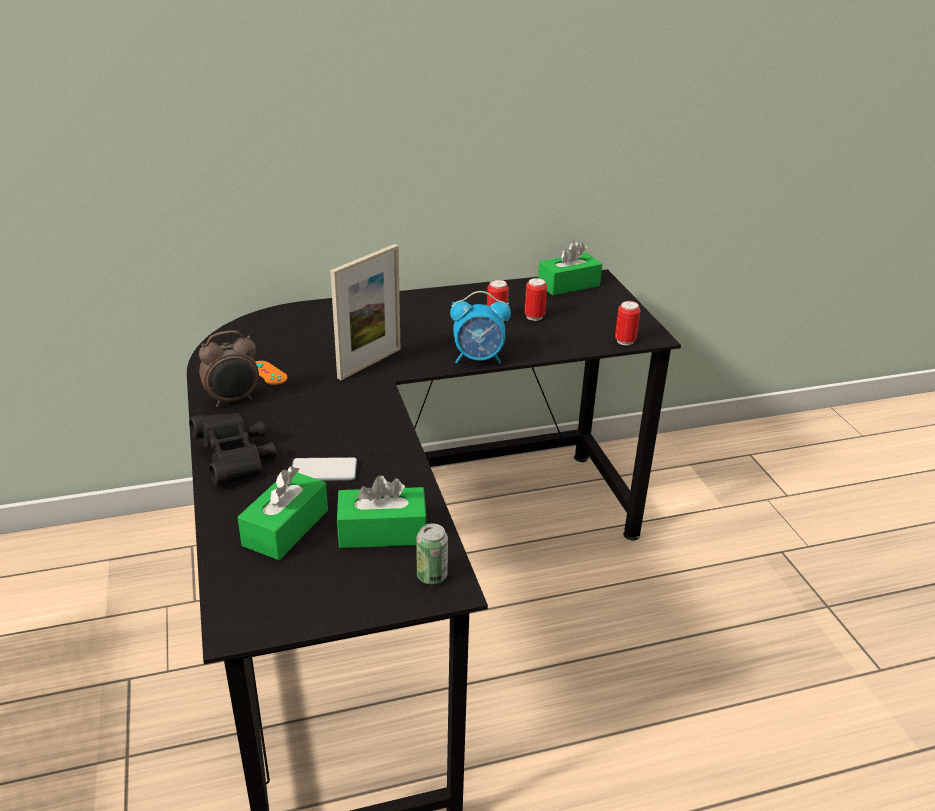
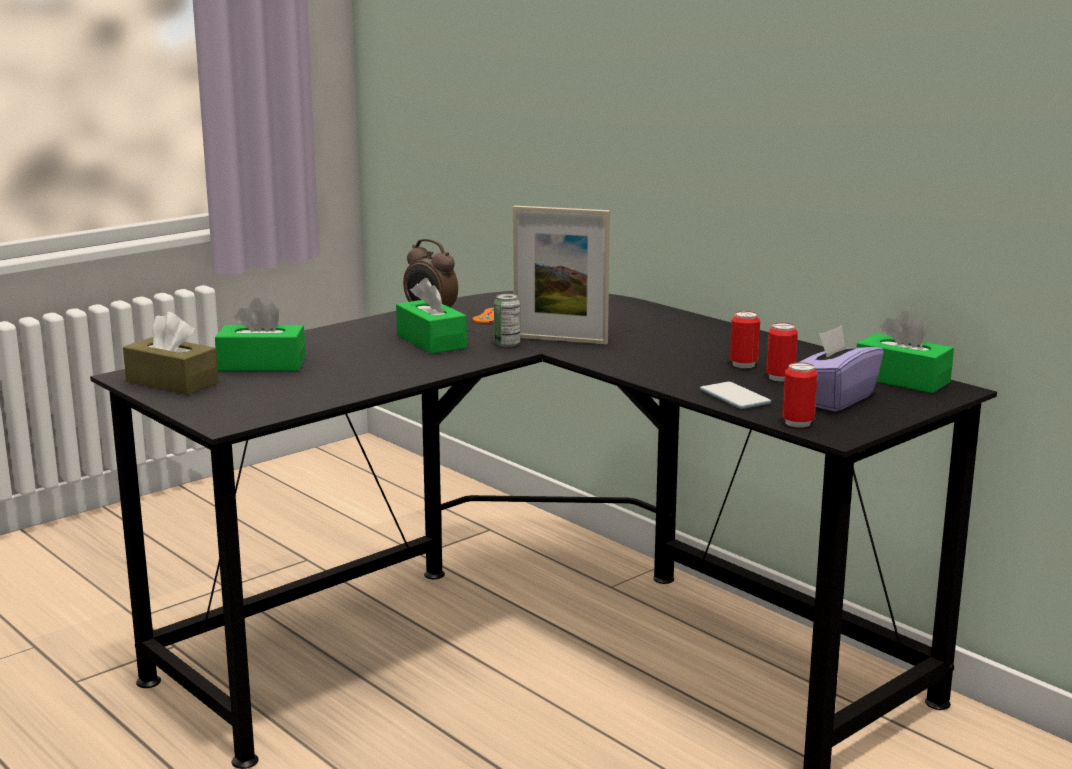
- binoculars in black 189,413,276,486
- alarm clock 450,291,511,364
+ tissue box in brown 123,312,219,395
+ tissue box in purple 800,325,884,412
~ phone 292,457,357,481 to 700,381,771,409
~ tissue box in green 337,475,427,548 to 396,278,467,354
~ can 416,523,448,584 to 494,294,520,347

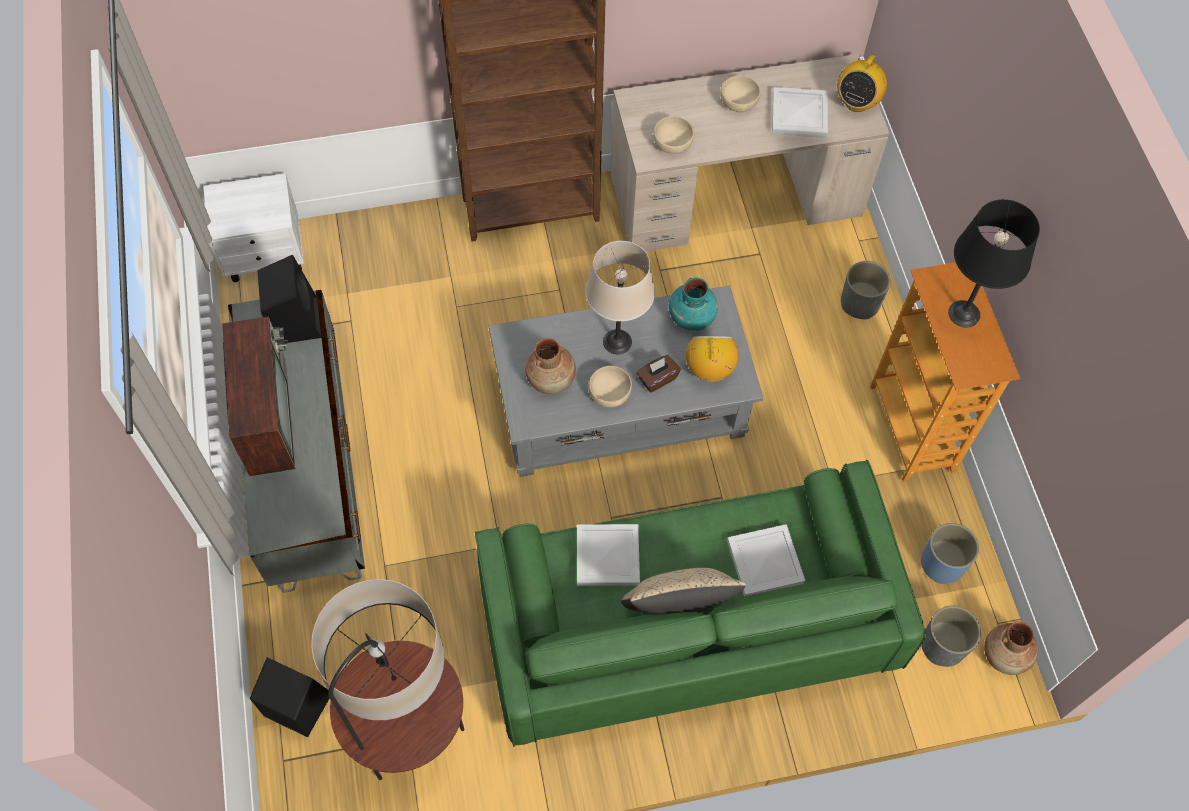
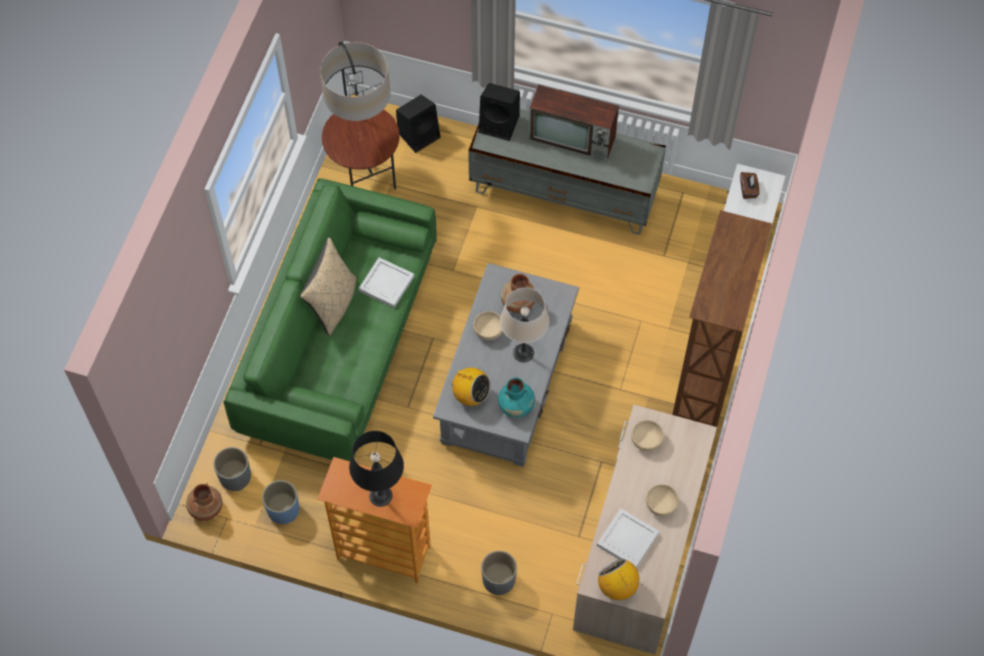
- tray in white 727,524,805,596
~ speaker in black 257,255,321,343 to 479,83,520,141
~ tissue box in brown 637,355,681,393 to 740,172,759,199

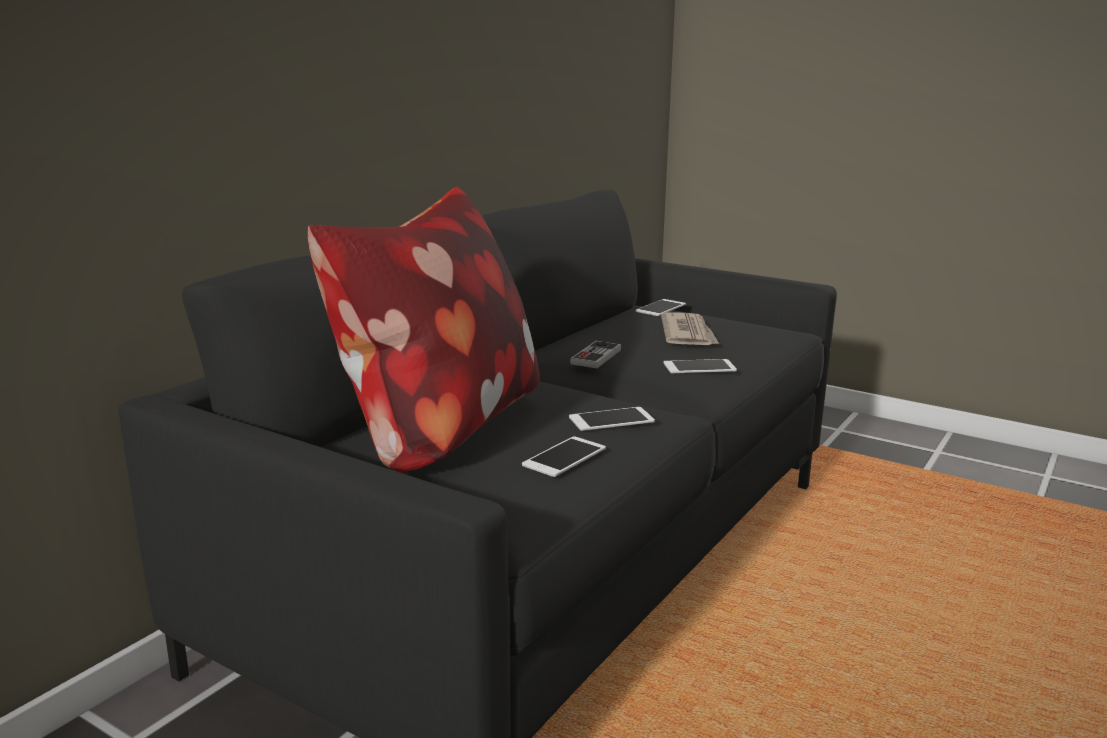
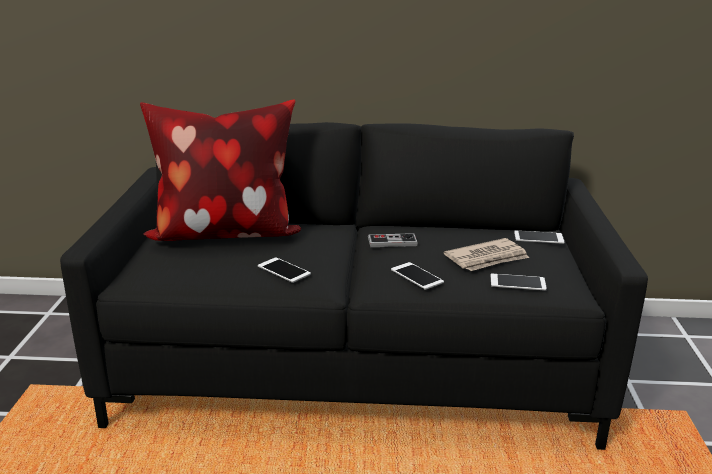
~ phone 522,436,606,477 to 491,274,547,291

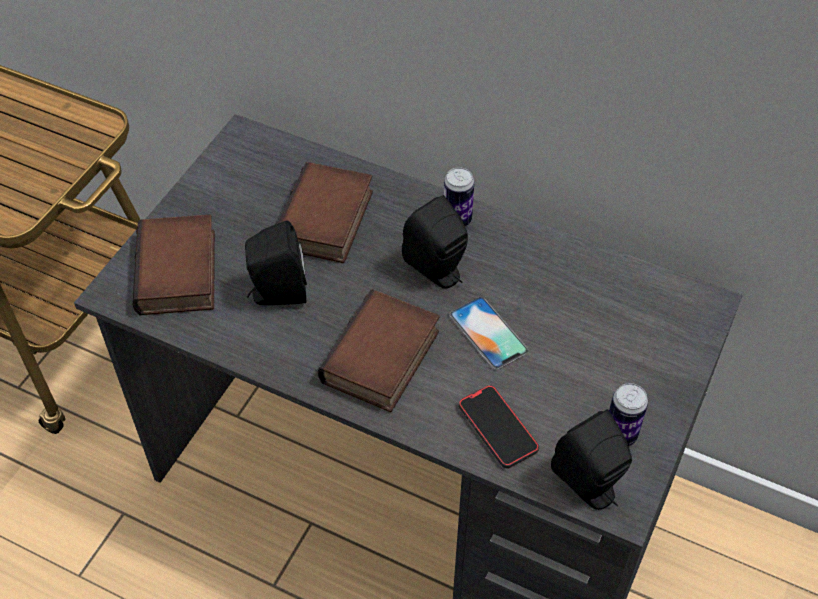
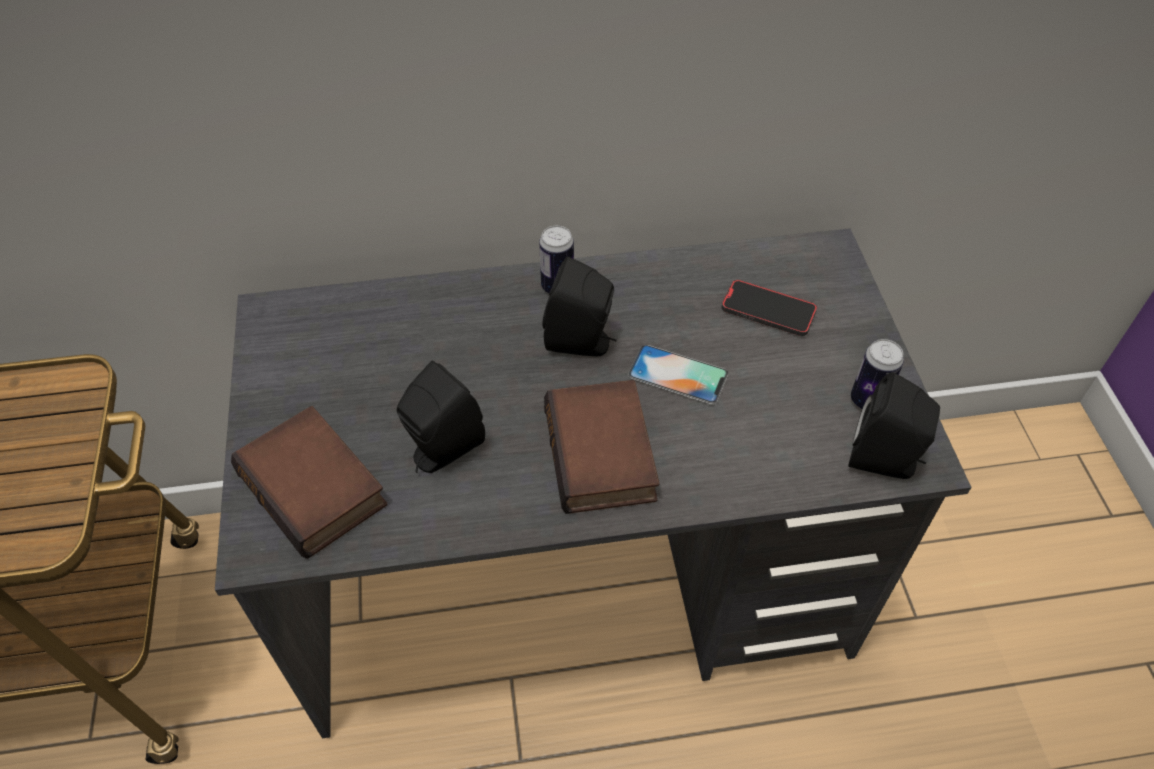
- book 278,162,373,263
~ phone 459,385,539,468 to 722,280,817,336

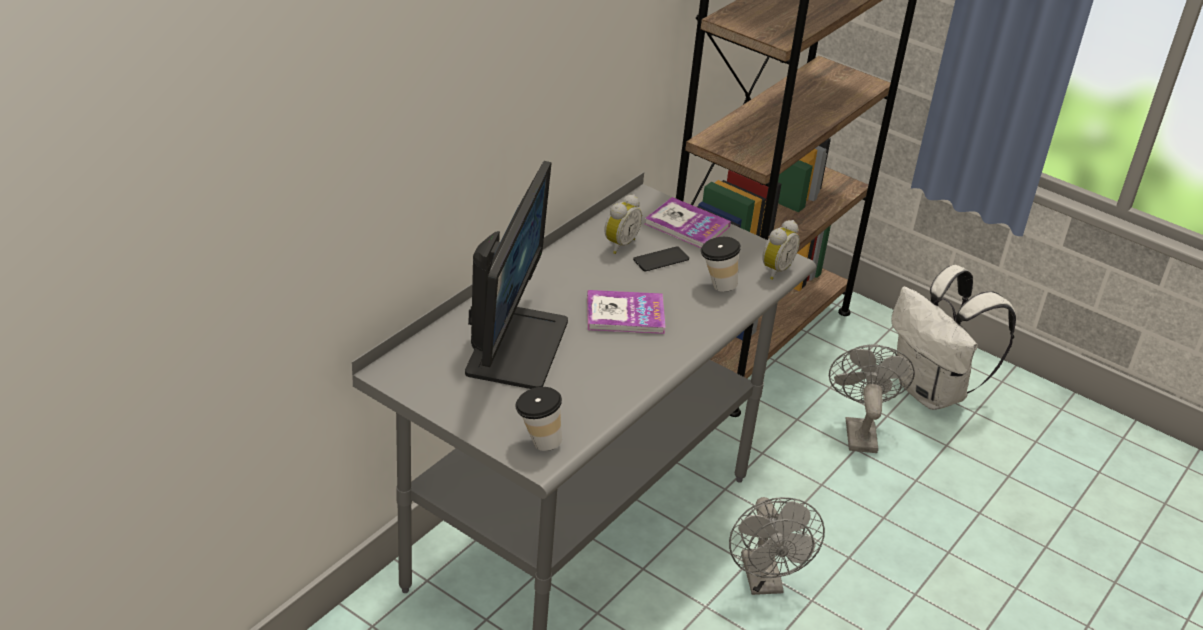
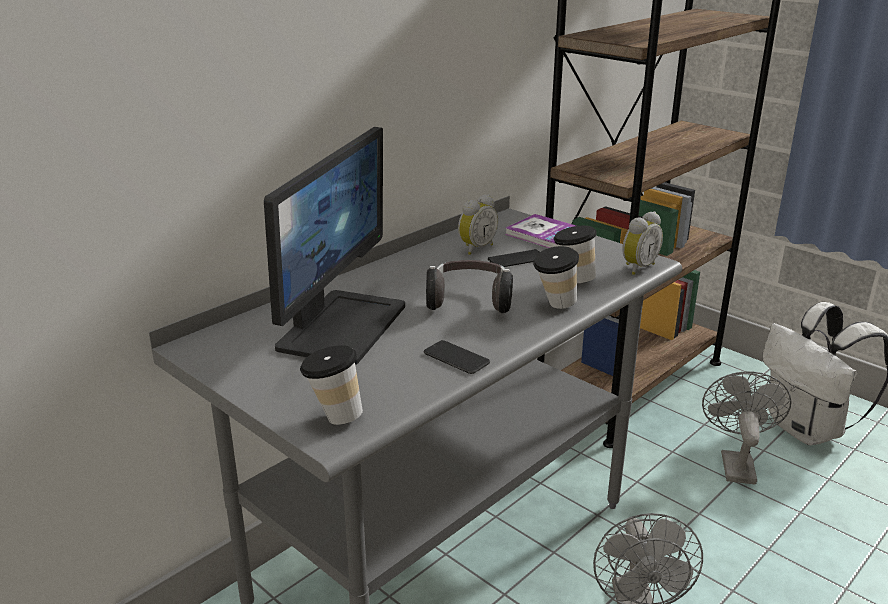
+ phone 424,340,490,374
+ cup 533,246,579,309
~ book 587,290,666,334 to headphones 426,260,513,313

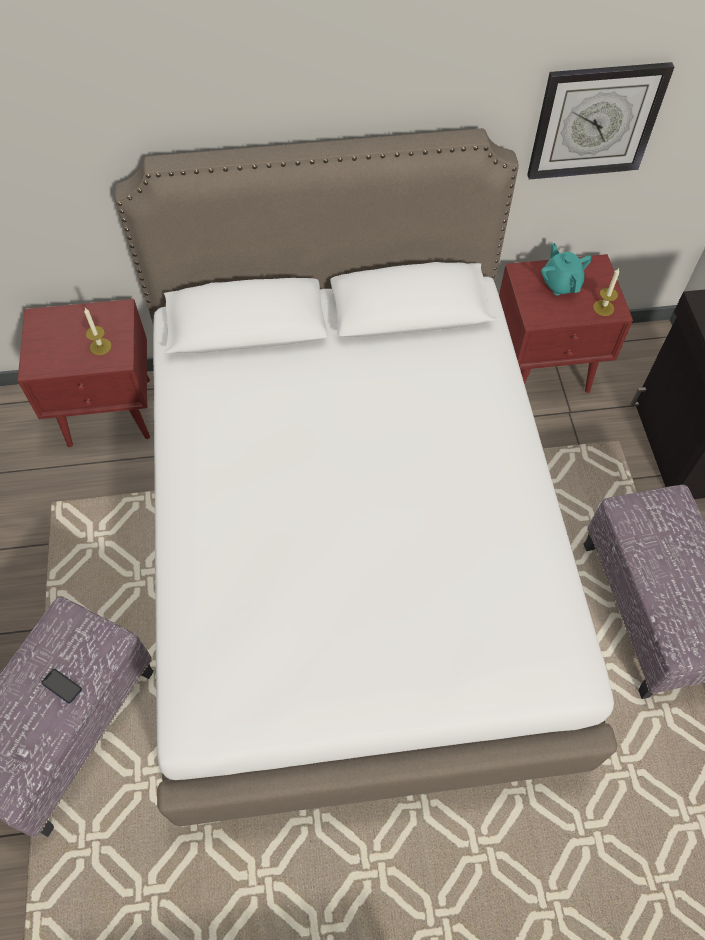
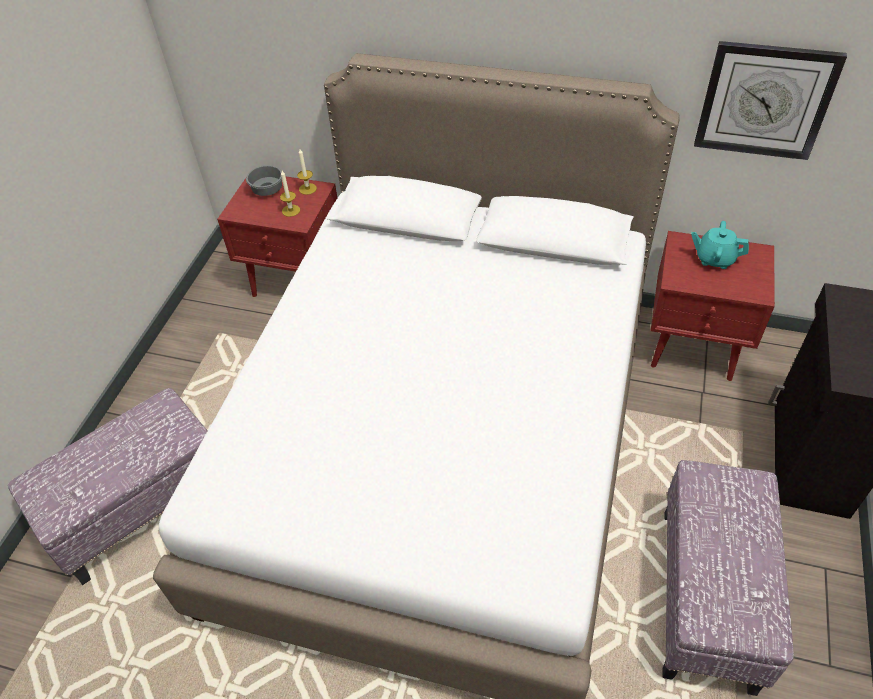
- phone 41,669,82,704
+ bowl in grey 246,165,282,196
~ candle 593,268,620,316 to 297,149,317,195
~ teapot in turquoise 541,243,592,296 = 691,221,749,269 75 degrees counterclockwise

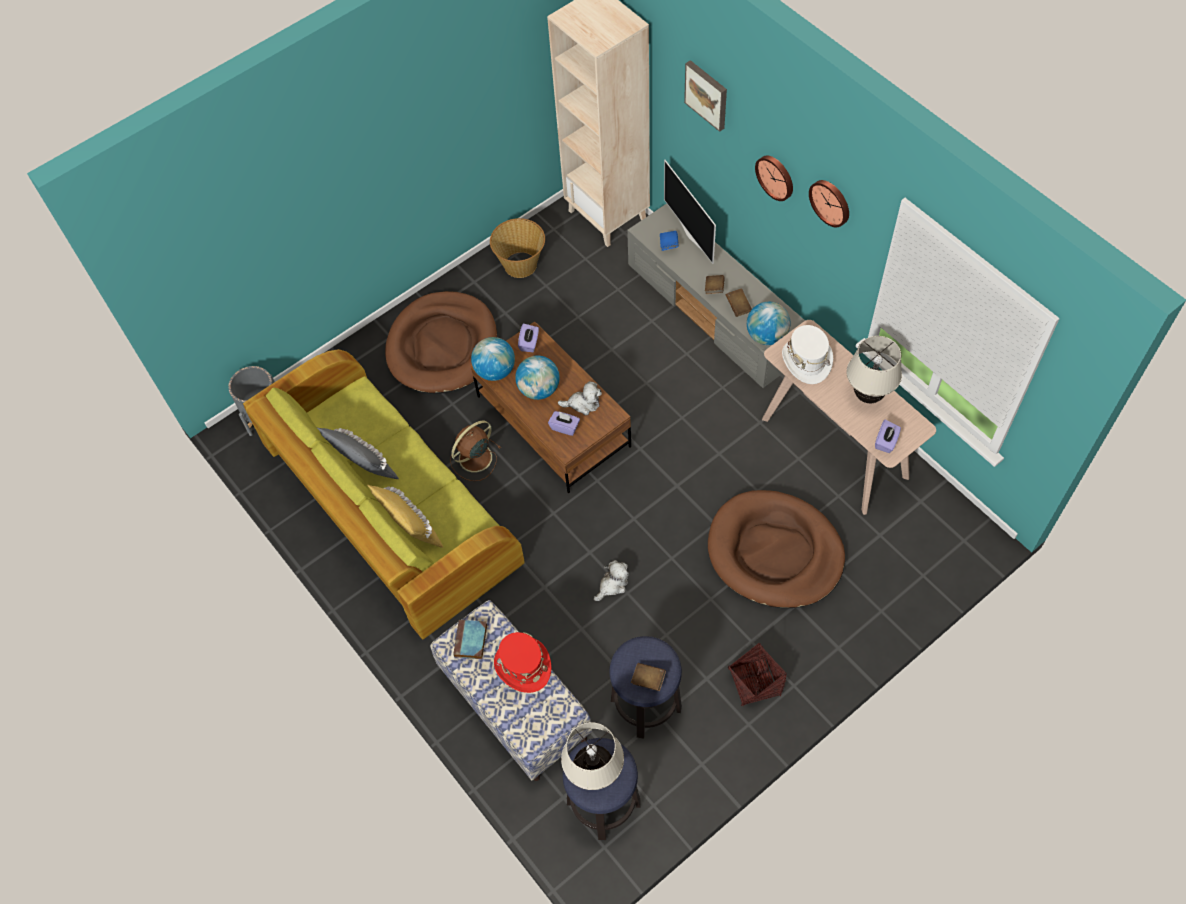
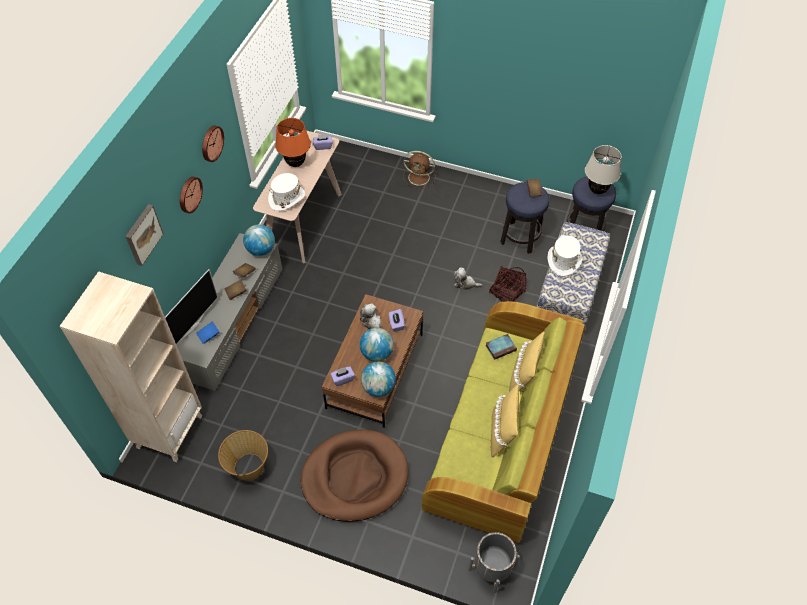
- dog bed in brown 708,490,845,608
~ fan in brown 450,420,500,481 to 403,151,435,189
~ book 453,620,487,659 to 486,334,517,360
~ basket 728,642,787,707 to 489,266,526,302
~ pillow in grey 317,428,399,479 to pillow in yellow 491,384,519,458
~ hat in red 494,632,551,693 to hat in white 548,236,583,276
~ table lamp in beige 847,336,902,403 to table lamp in orange 275,118,311,167

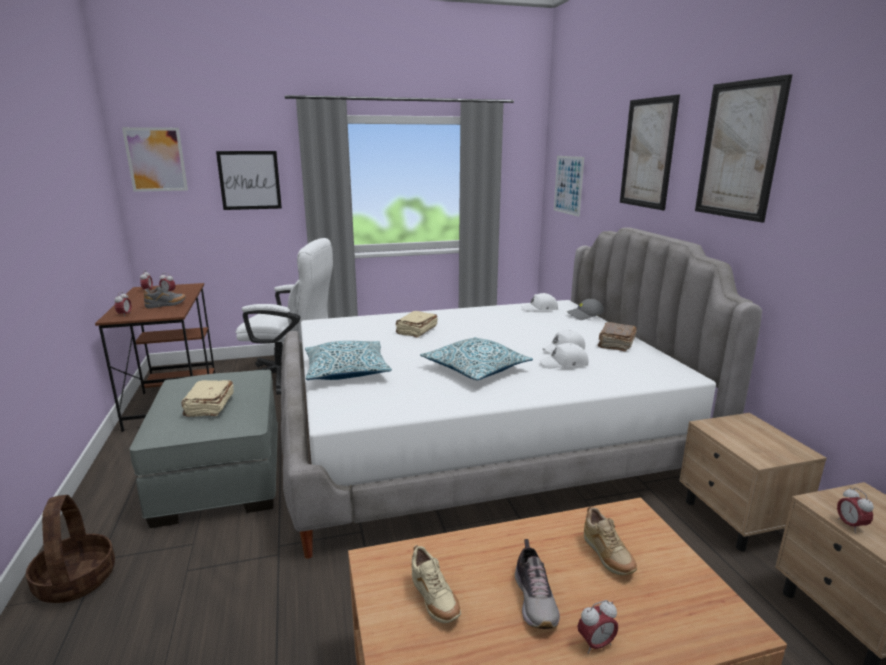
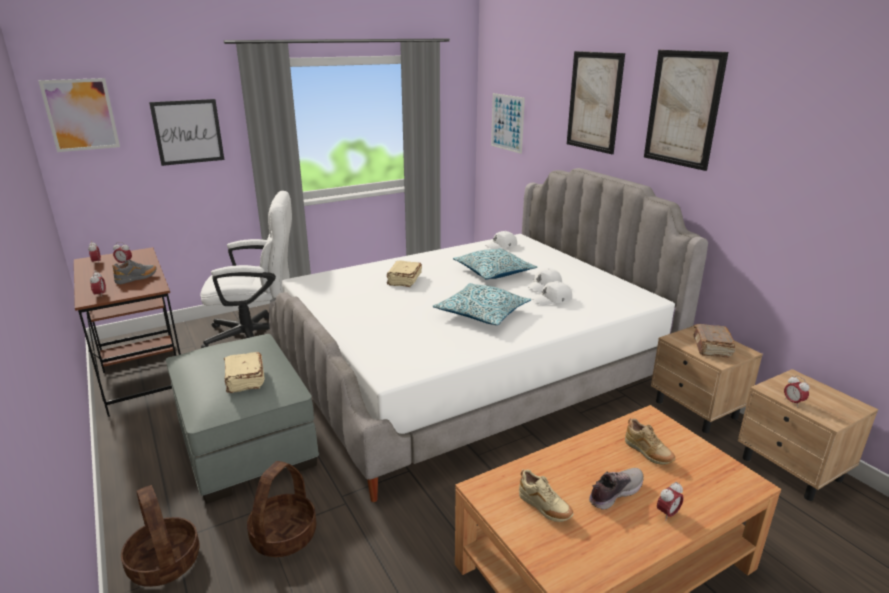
- cap in grey 567,299,604,320
+ basket 247,461,317,557
~ pillow 305,341,392,380 to 453,248,537,280
~ book in brown 598,322,637,352 to 694,324,735,358
~ shoe 515,539,560,629 = 589,468,644,510 105 degrees counterclockwise

